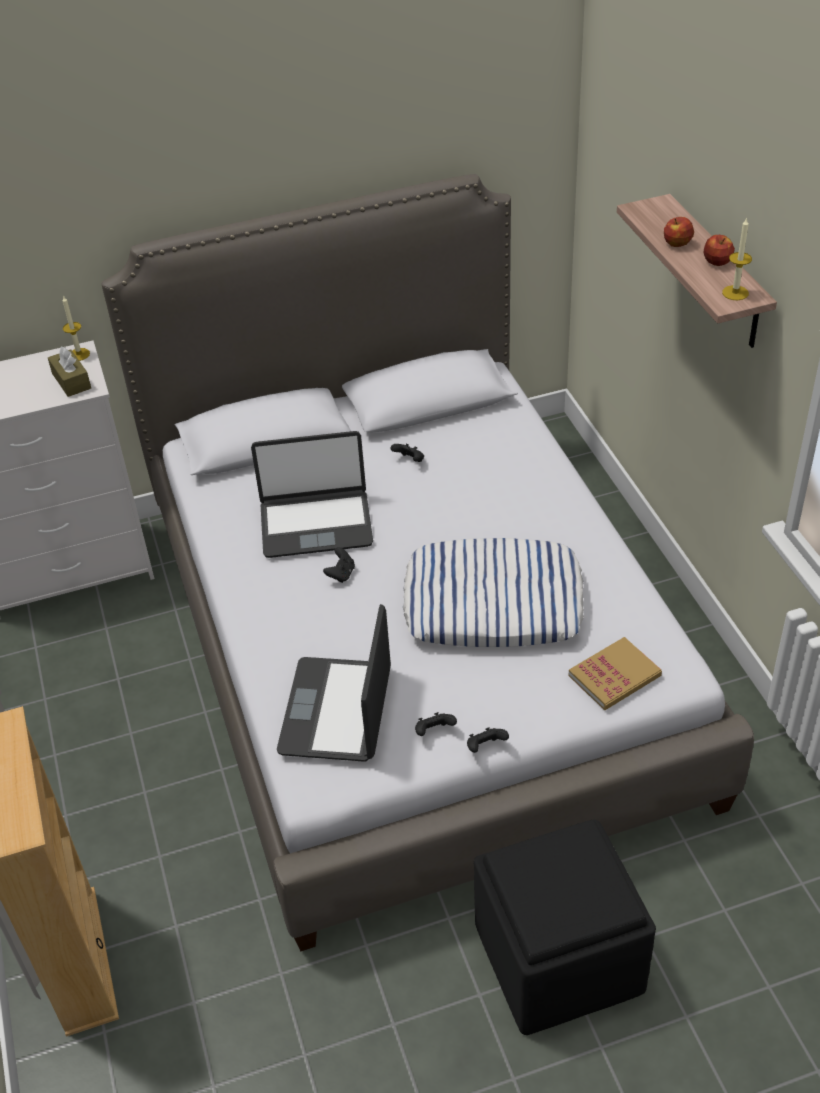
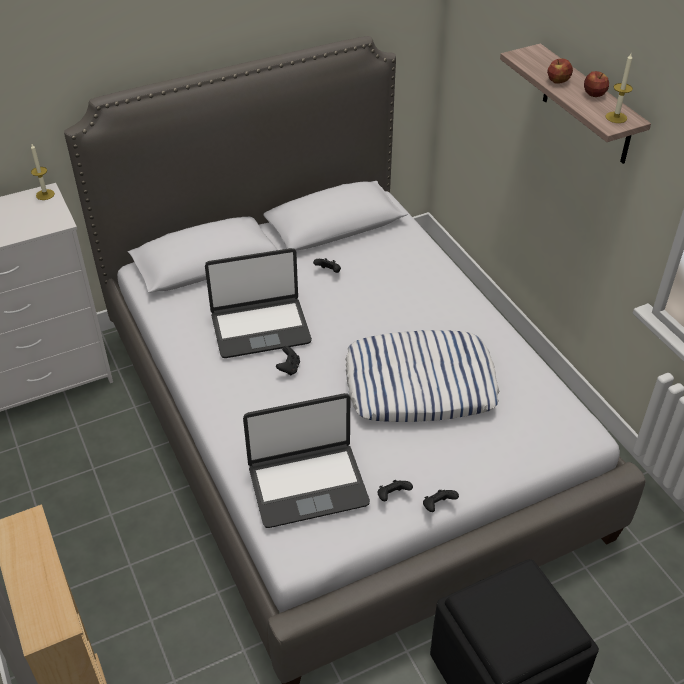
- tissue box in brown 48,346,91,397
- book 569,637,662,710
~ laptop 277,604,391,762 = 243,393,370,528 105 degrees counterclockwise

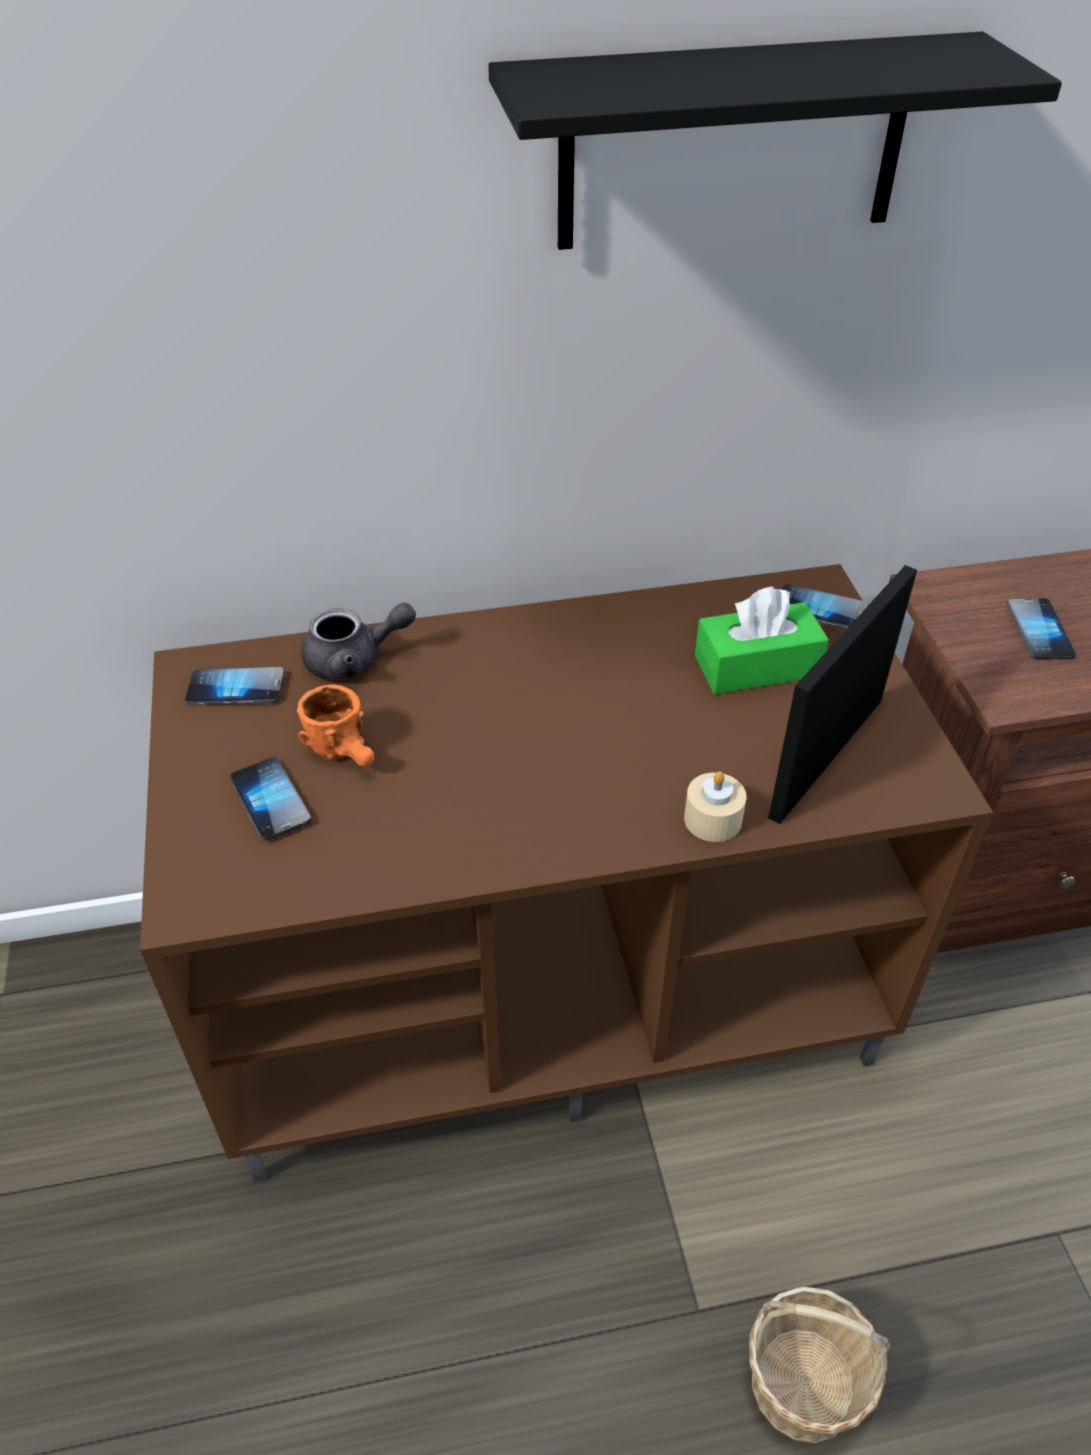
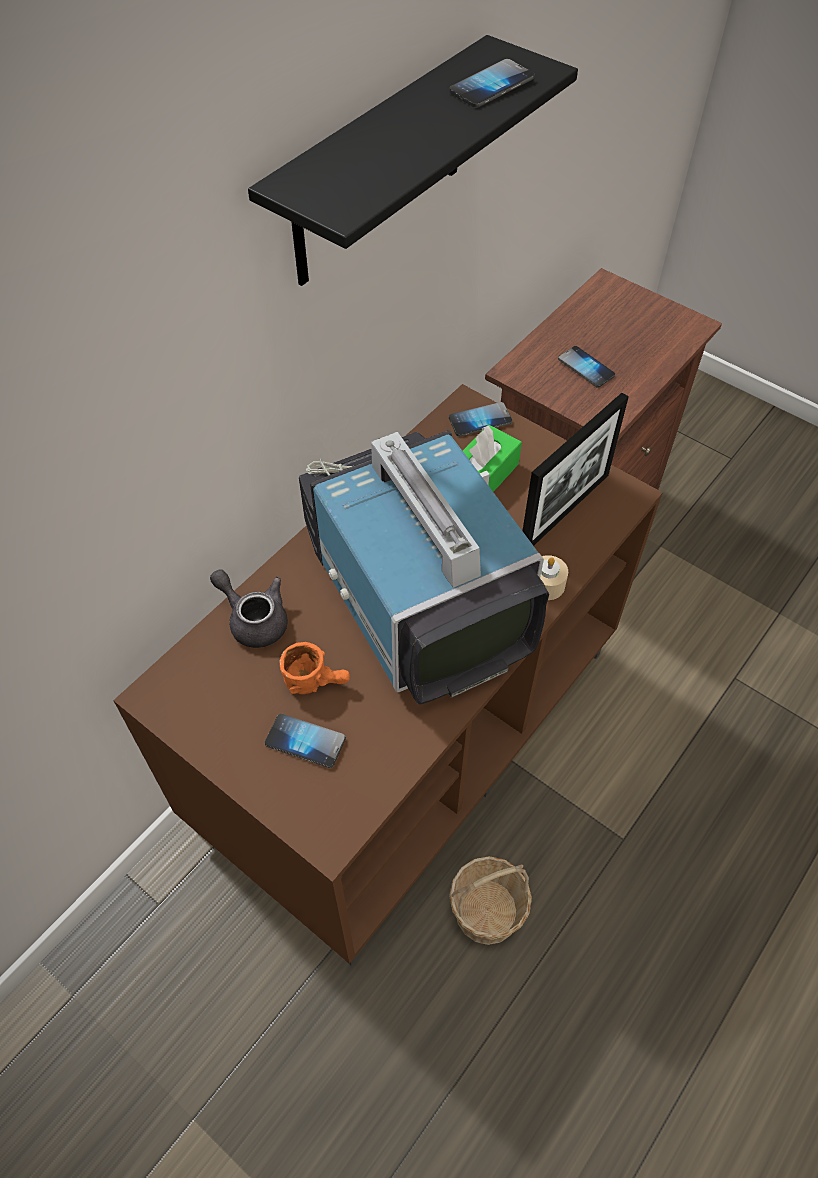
+ television 299,430,549,705
~ phone 185,667,285,705 to 449,59,534,108
~ basket 749,1287,890,1443 to 449,856,532,945
~ teapot in grey 301,603,416,680 = 210,569,288,648 90 degrees counterclockwise
~ picture frame 768,565,917,824 = 523,393,629,546 135 degrees counterclockwise

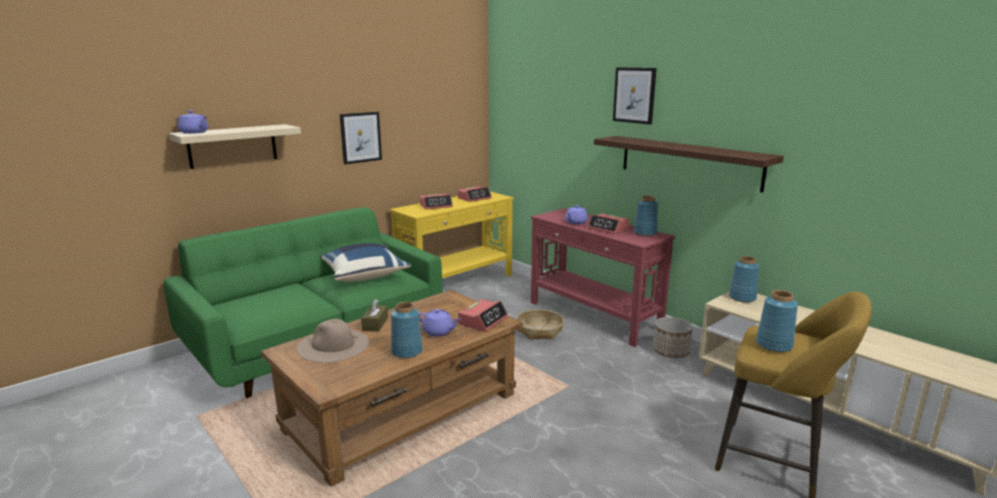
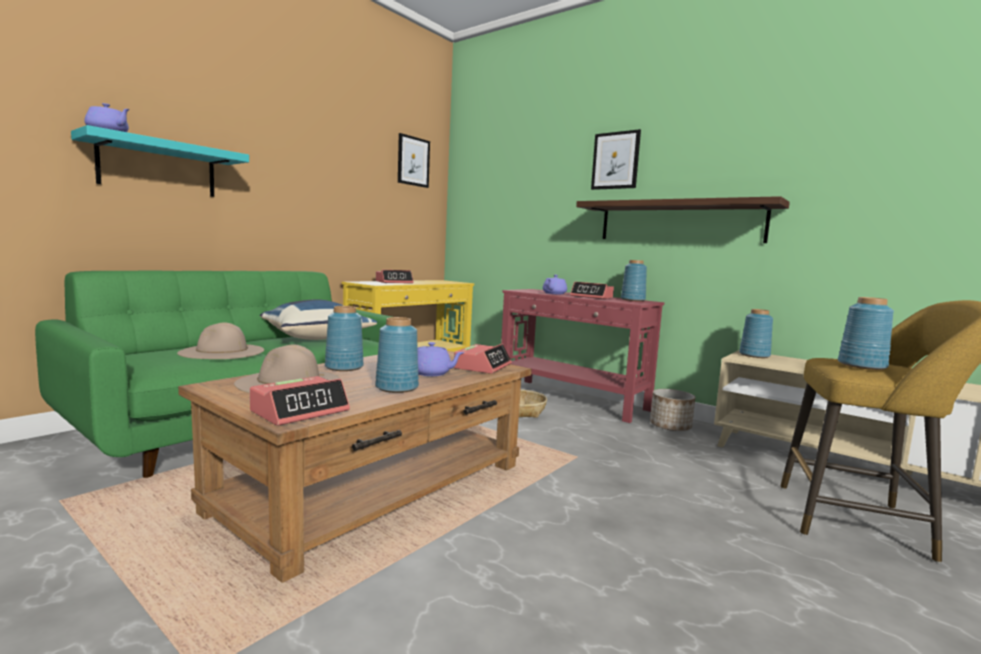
+ hat in beige 177,322,264,359
~ picture 340,112,382,164 to 398,133,430,188
~ alarm clock 458,186,492,202 to 250,376,350,426
~ tissue box in brown 361,299,388,332 to vase in blue 325,306,364,371
~ shelf in beige 169,124,301,169 to shelf in turquoise 71,125,249,197

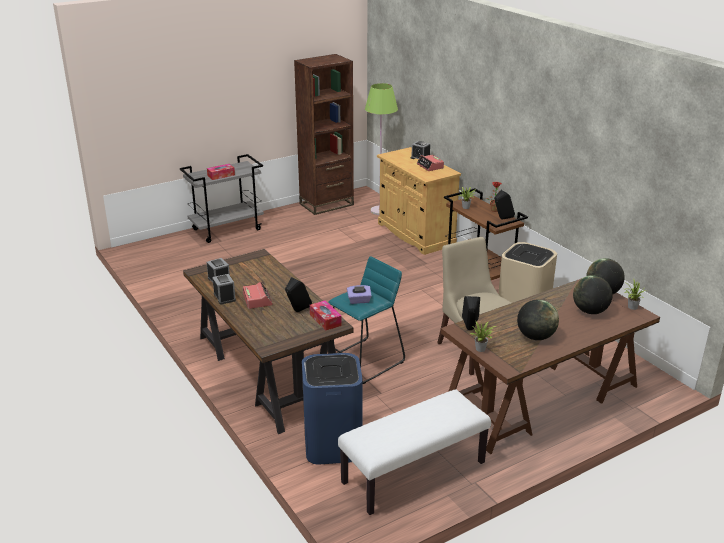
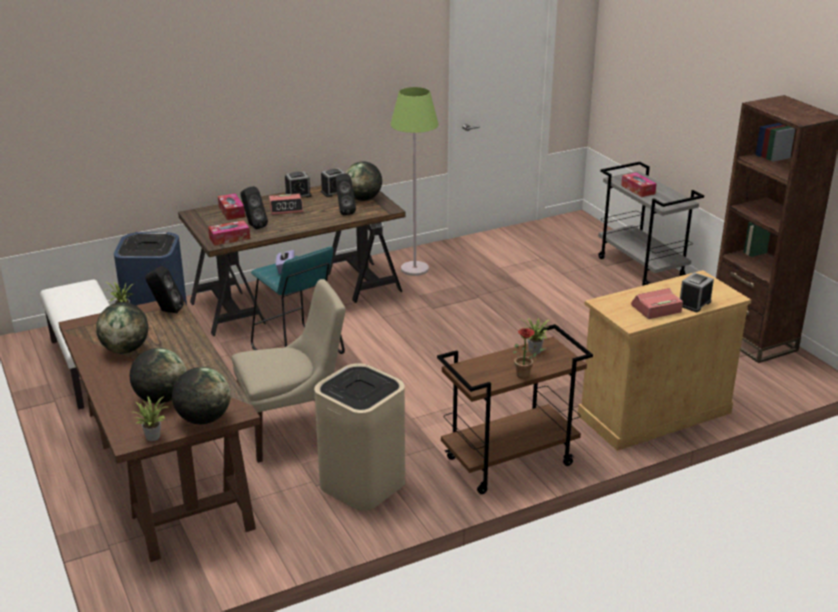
+ tissue box 218,193,245,220
+ globe 345,162,382,201
~ floor lamp in green 365,83,398,215 to 391,87,439,276
~ speaker in black 494,190,515,220 to 335,174,356,216

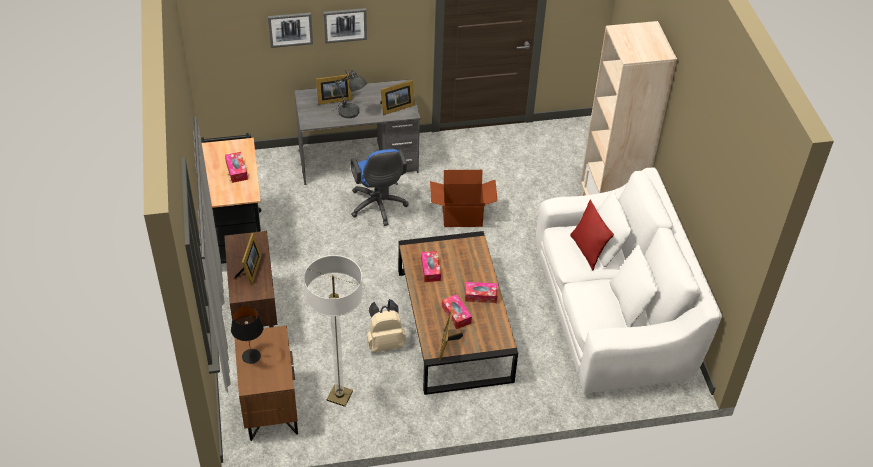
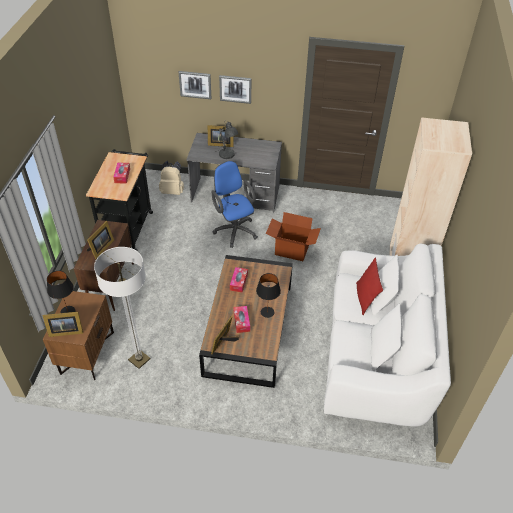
~ backpack in beige 367,299,406,352 to 159,161,184,195
~ picture frame 381,80,415,115 to 43,312,83,337
~ tissue box 465,282,498,303 to table lamp in black 256,273,281,318
~ office chair in blue 350,149,409,226 = 211,161,258,248 150 degrees clockwise

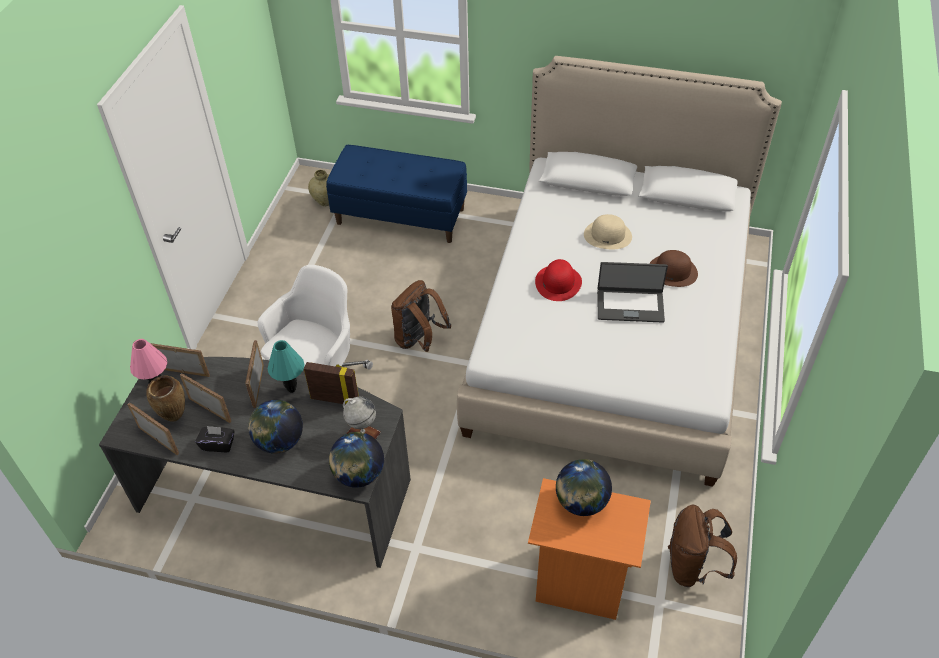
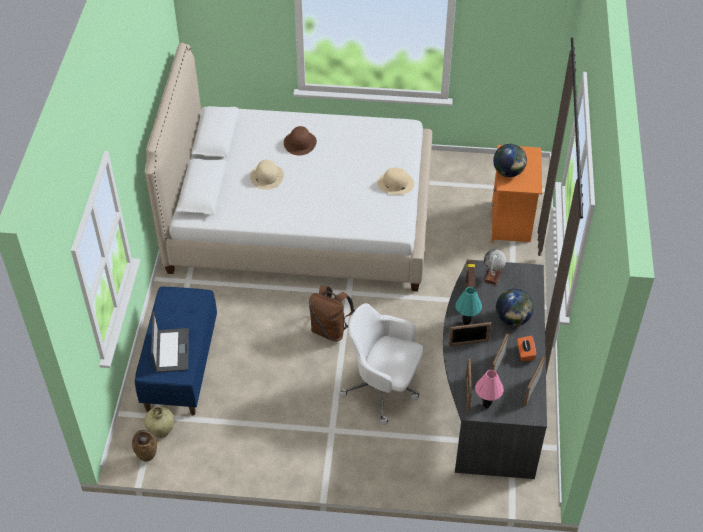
- globe 329,432,384,488
- hat in red 535,259,582,301
- backpack in brown 668,505,737,587
+ hat in beige 377,168,414,194
~ vase in brown 146,376,185,422 to 132,430,157,462
~ laptop 597,262,668,323 to 151,311,189,372
~ tissue box in black 195,426,235,452 to tissue box in orange 517,336,536,361

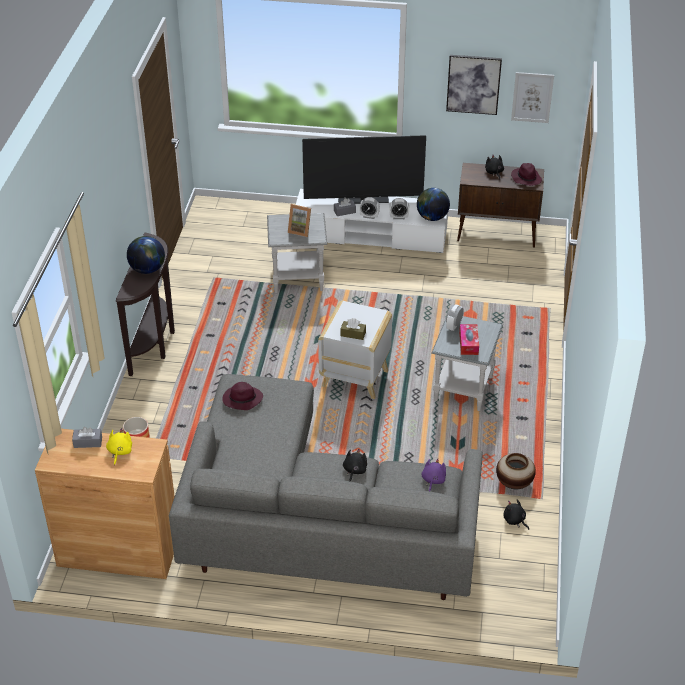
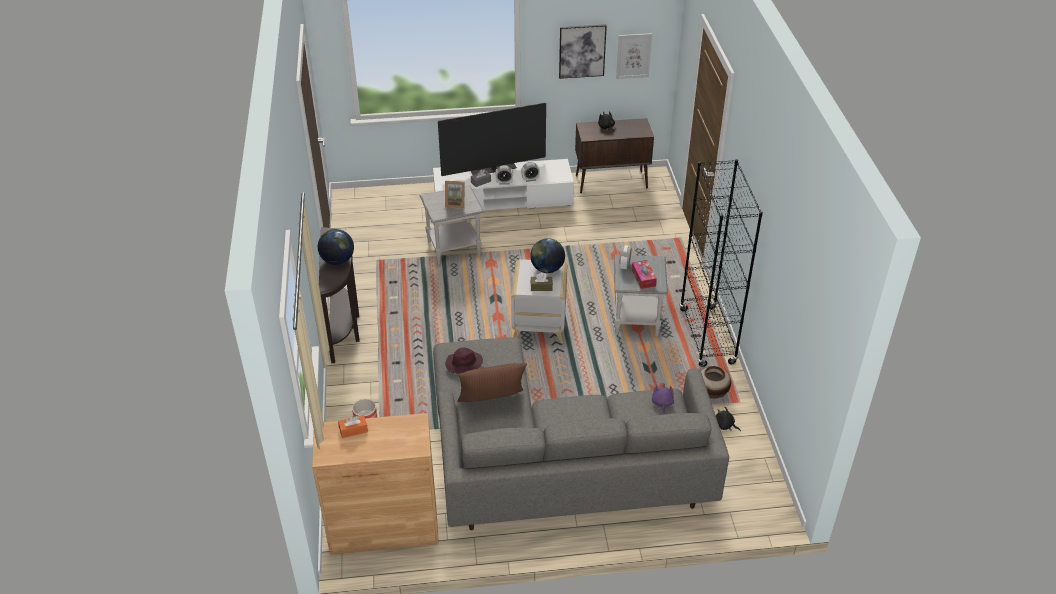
- plush toy in yellow 106,428,132,465
- plush toy in black 343,449,367,482
- hat in purple 511,163,542,186
+ pillow in brown 457,363,527,402
+ bookcase in black 679,159,763,367
~ globe 417,188,450,221 to 530,238,565,273
~ tissue box in grey 72,427,102,448 to tissue box in orange 338,415,368,438

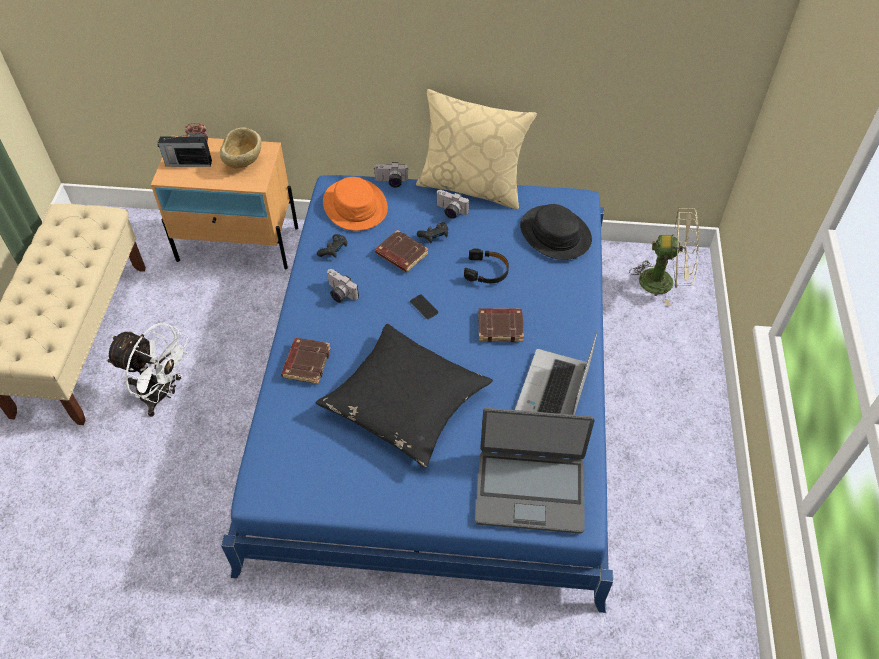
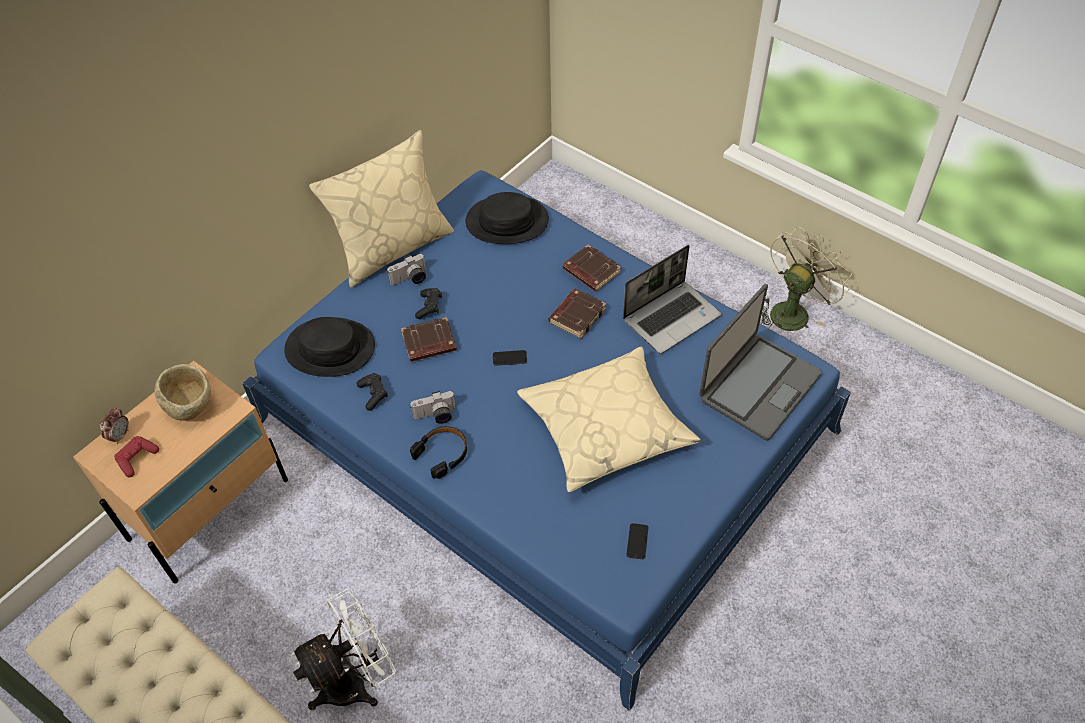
- photo camera 374,162,408,188
+ phone 626,523,648,559
~ book in brown 281,338,331,384 to 563,245,621,292
~ headphones in black 464,248,509,283 to 410,426,467,479
~ fan in beige 629,207,699,306 to 761,227,852,331
~ radio 157,133,212,167 to game controller in red 114,436,159,477
~ pillow in black 316,324,493,468 to pillow in beige 517,347,701,492
~ hat in orange 323,177,388,231 to hat in black 284,317,375,377
~ laptop 515,332,597,415 = 623,245,721,354 90 degrees counterclockwise

